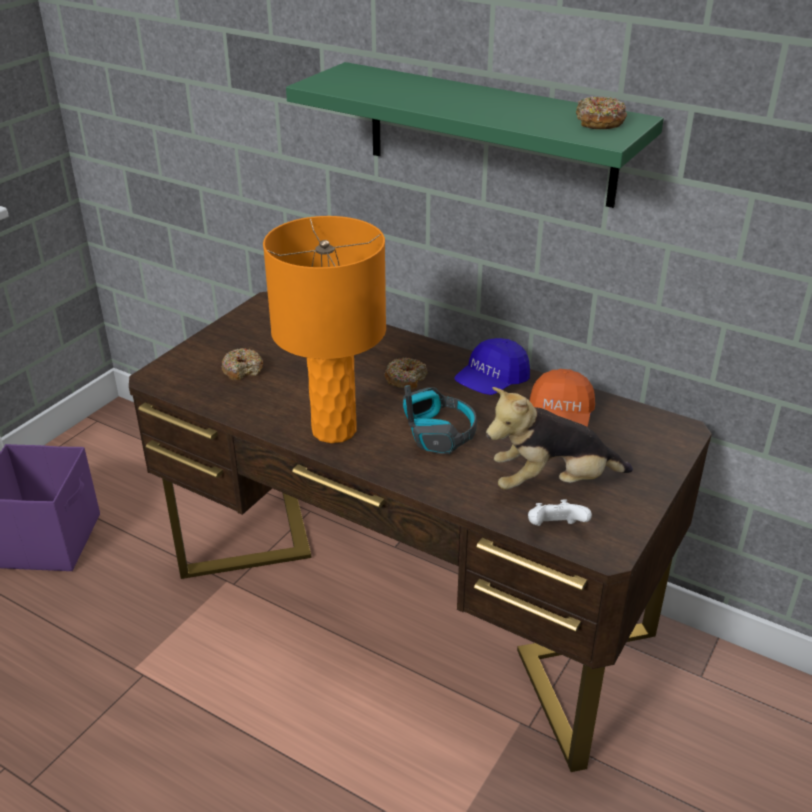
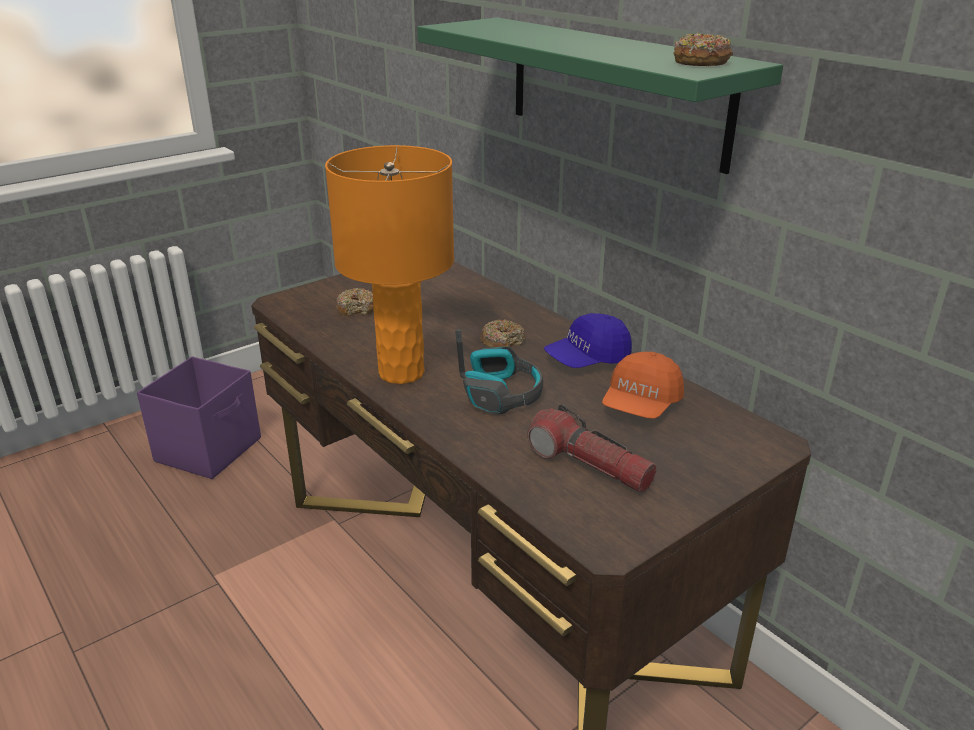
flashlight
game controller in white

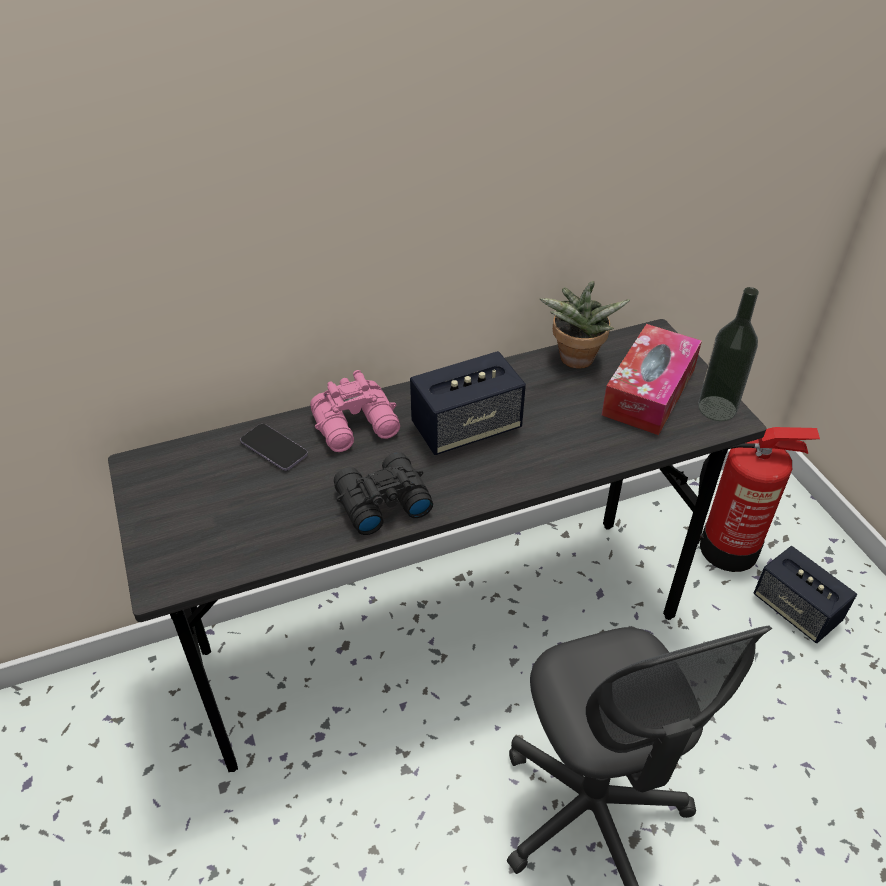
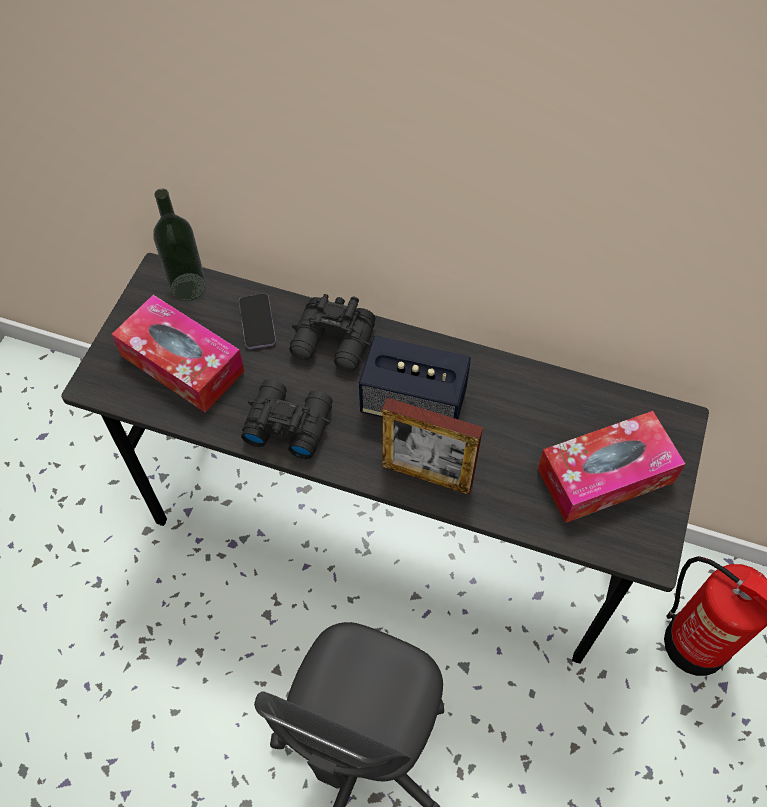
potted plant
bottle
binoculars in black (2nd from left)
speaker (2nd from left in the first image)
tissue box (1st from left)
picture frame

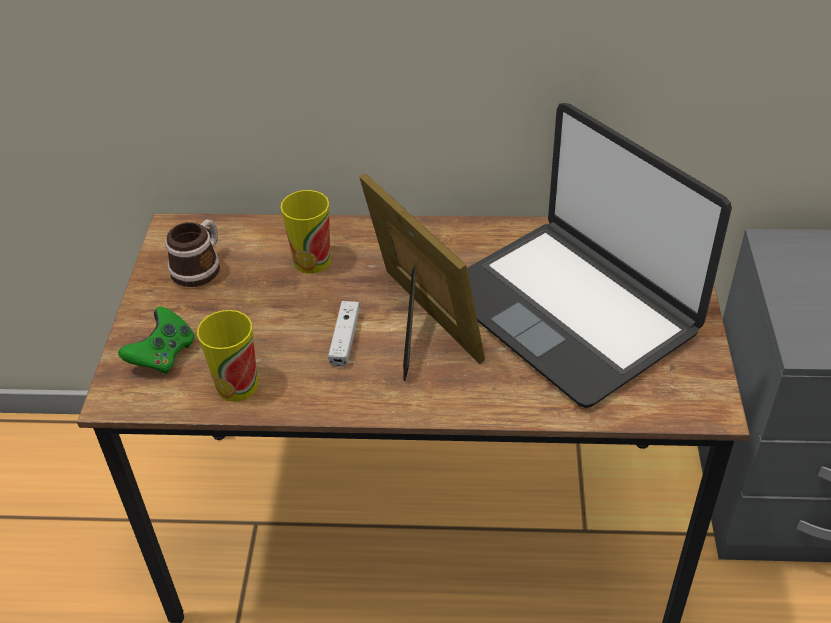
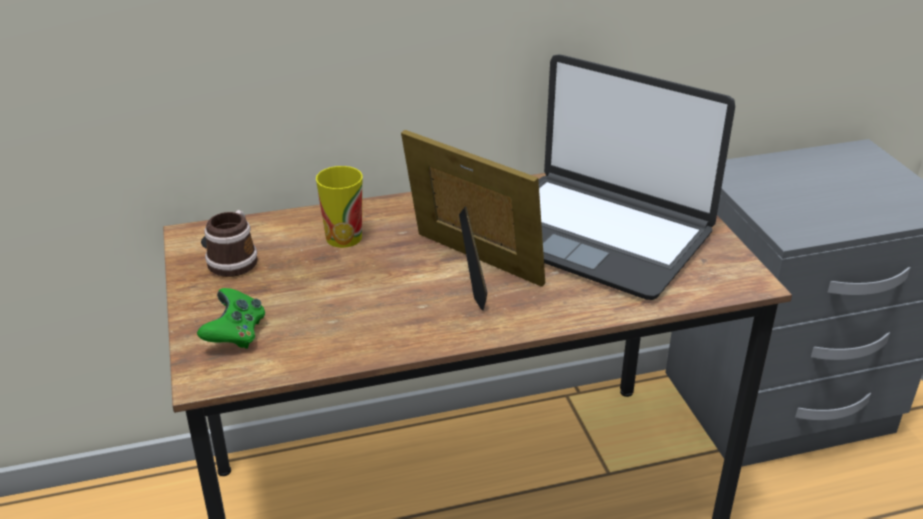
game controller in white
cup (1st from left in the first image)

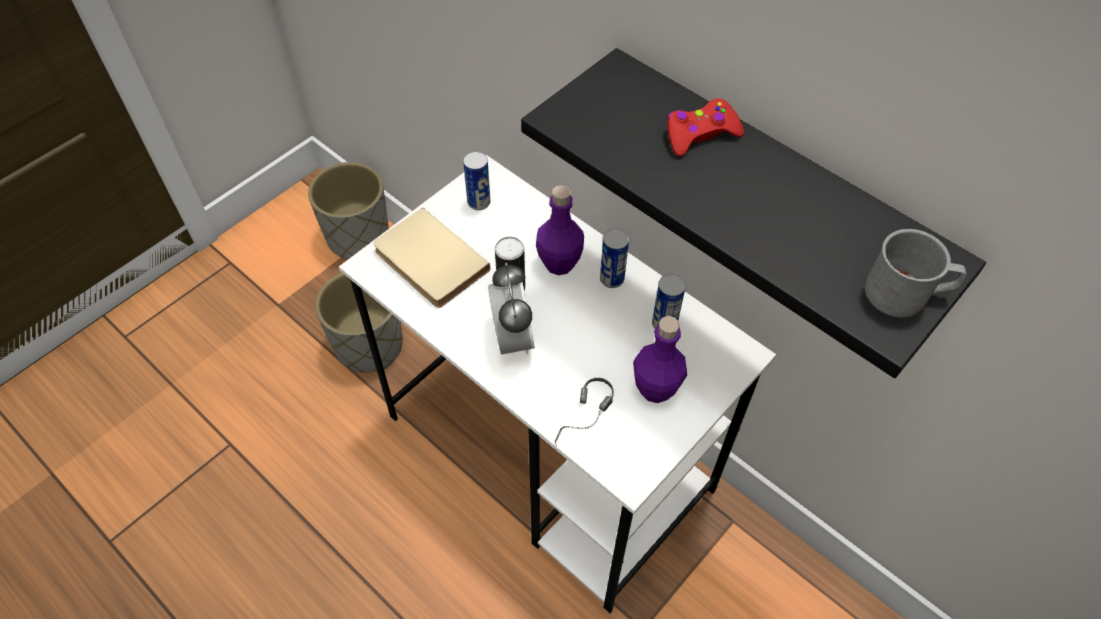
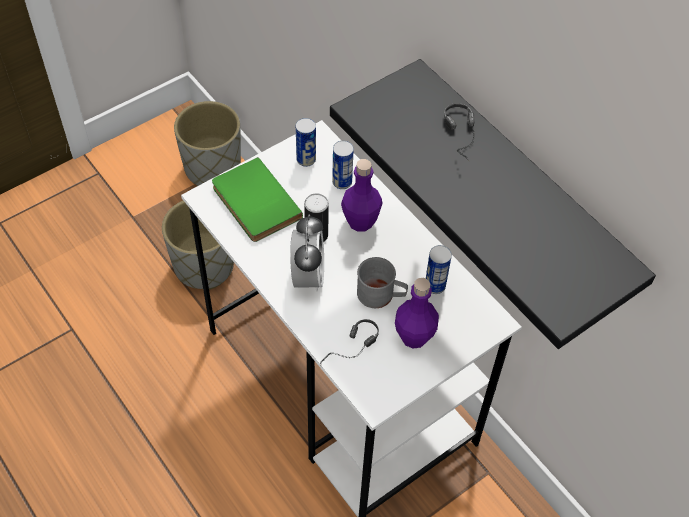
headphones (2nd from left)
book in green
can (3rd from left)
mug in grey

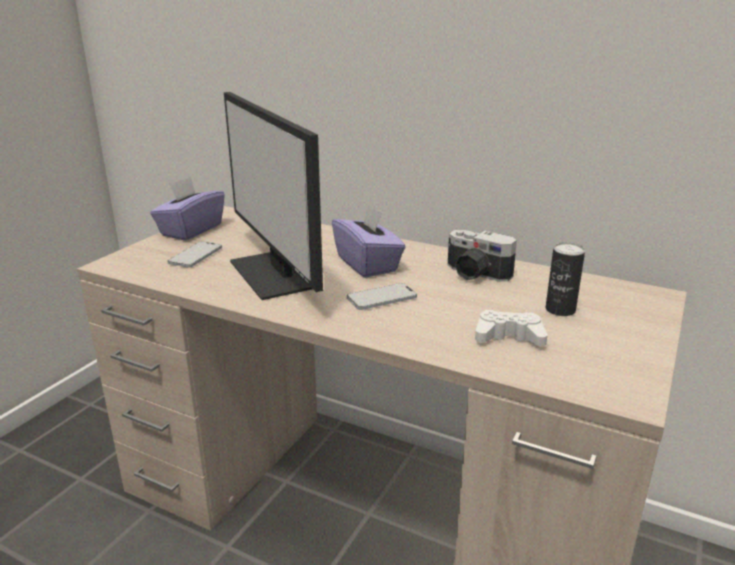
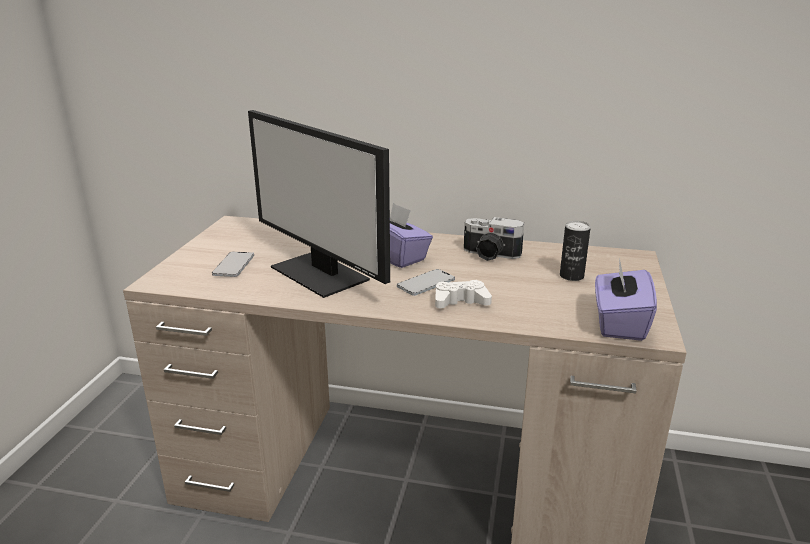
tissue box in purple (2nd from left)
game controller in white

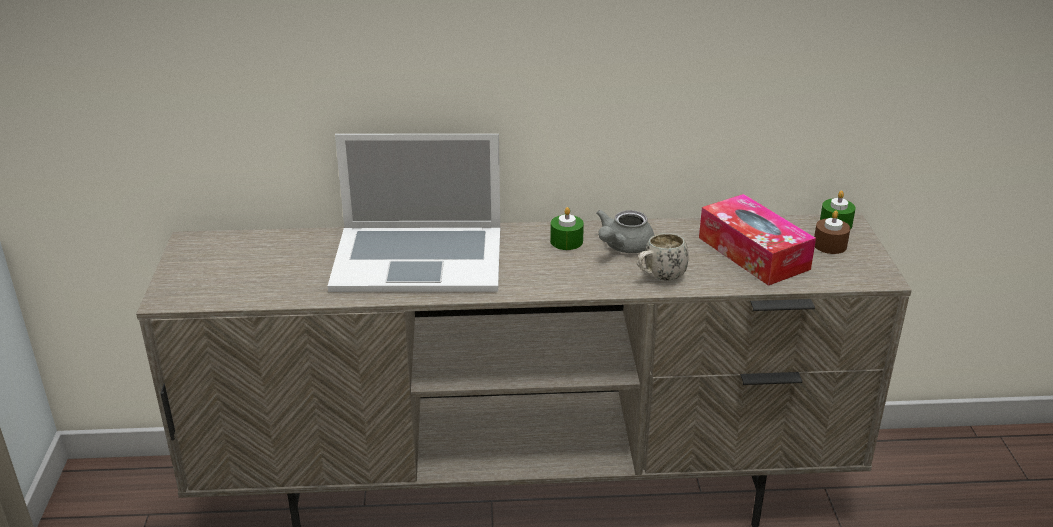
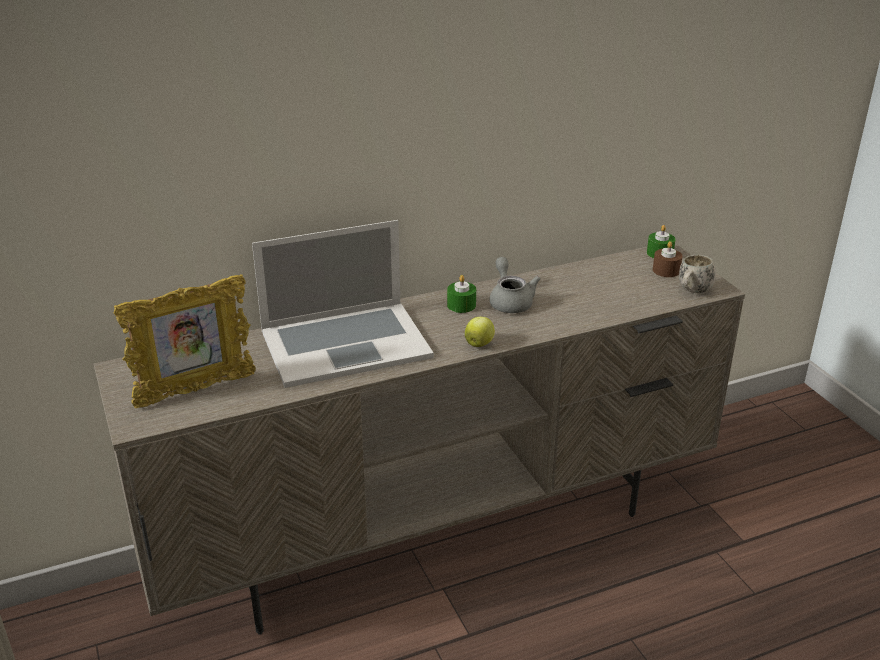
tissue box
teapot in grey
mug in white
picture frame
apple

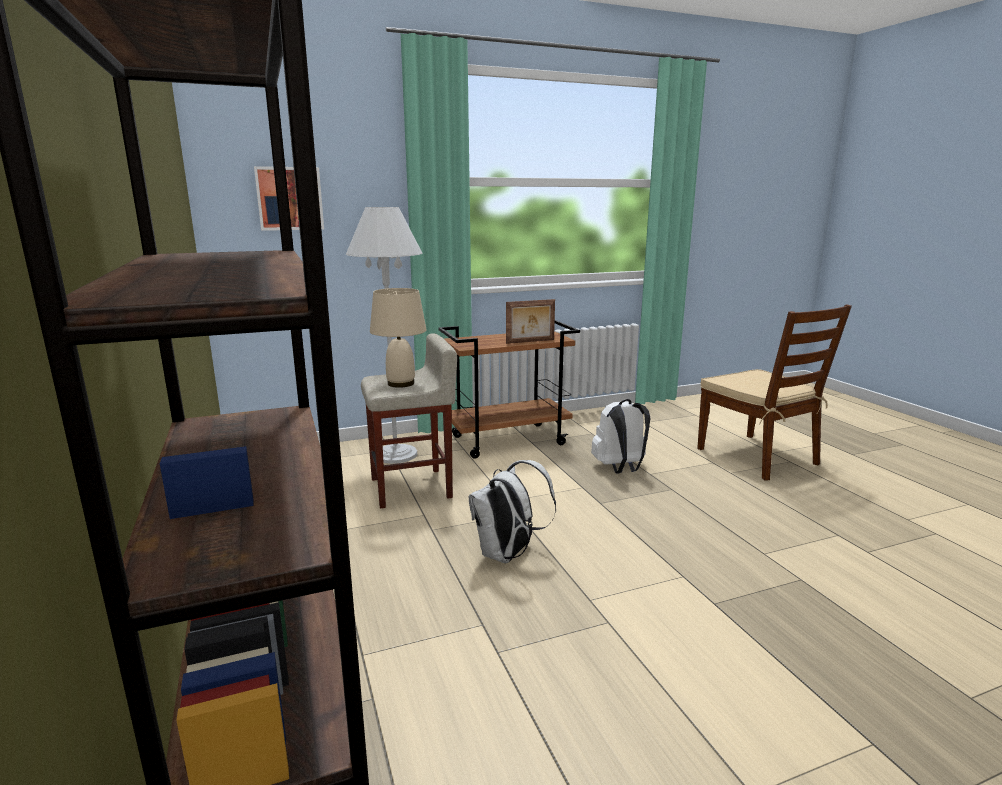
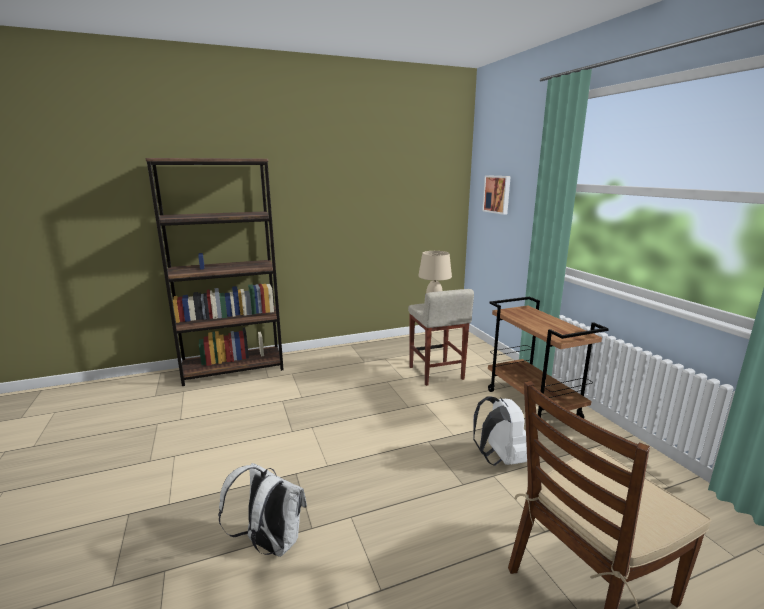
floor lamp in white
picture frame
backpack in white (1st from left)

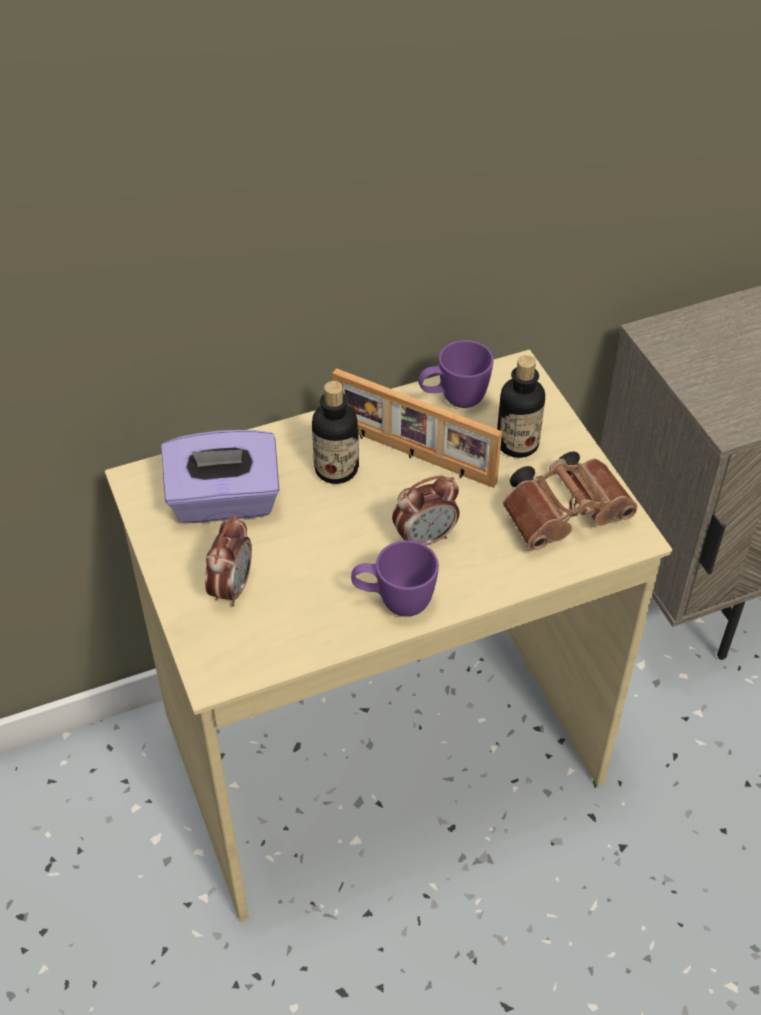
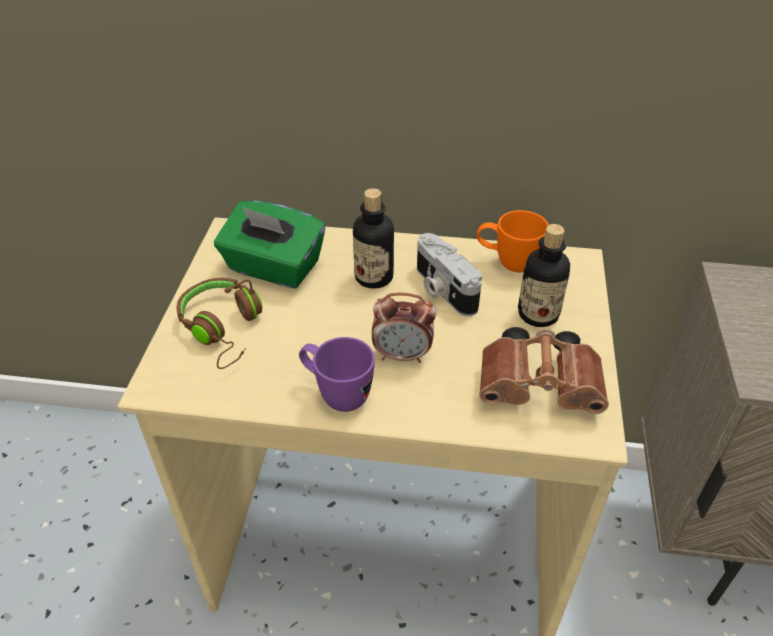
mug in orange
photo camera
tissue box in green
headphones in brown

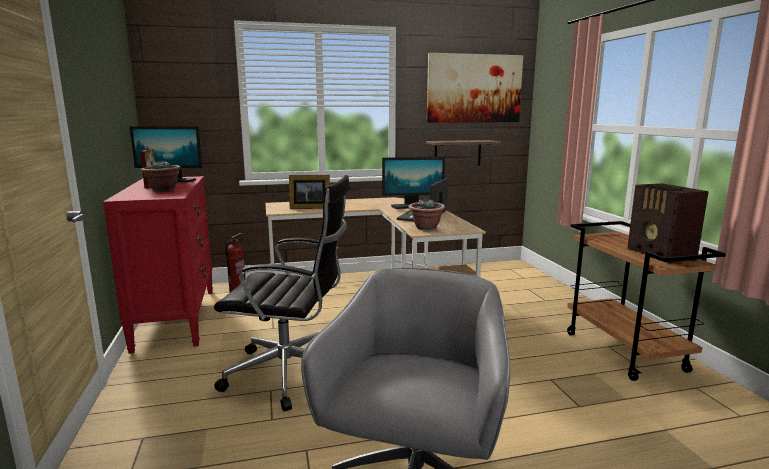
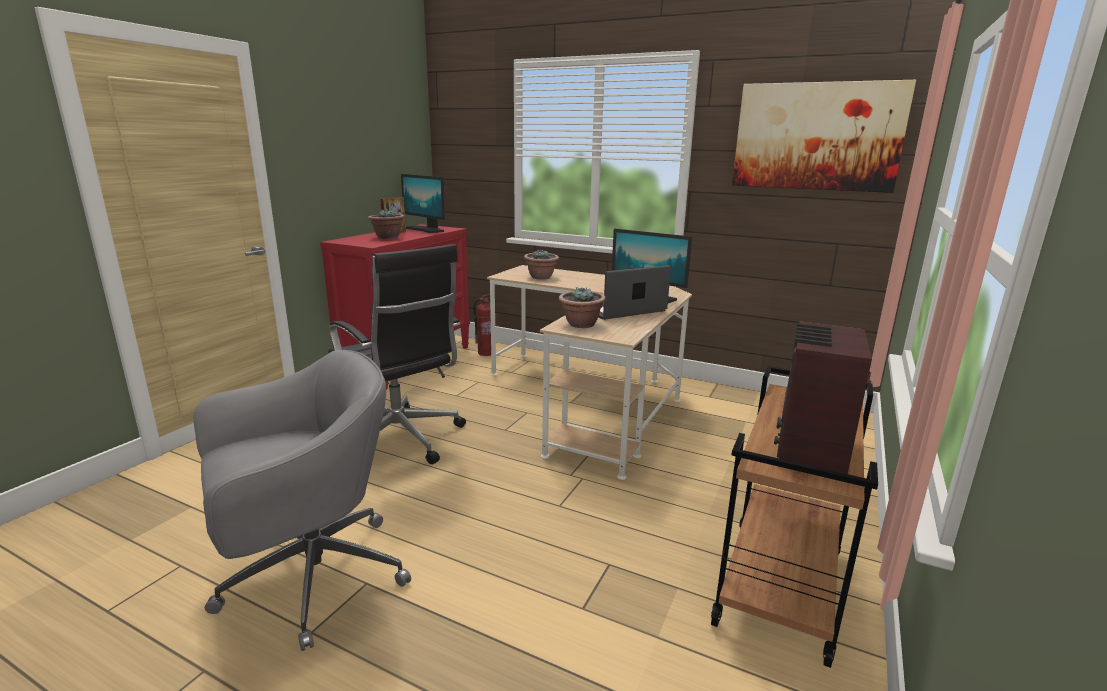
shelf
potted plant (2nd from left)

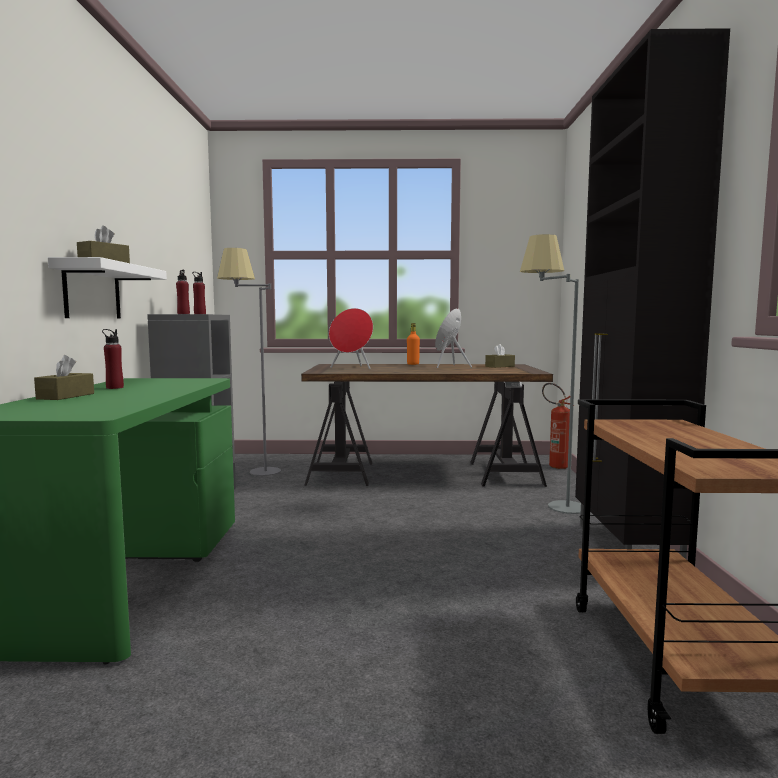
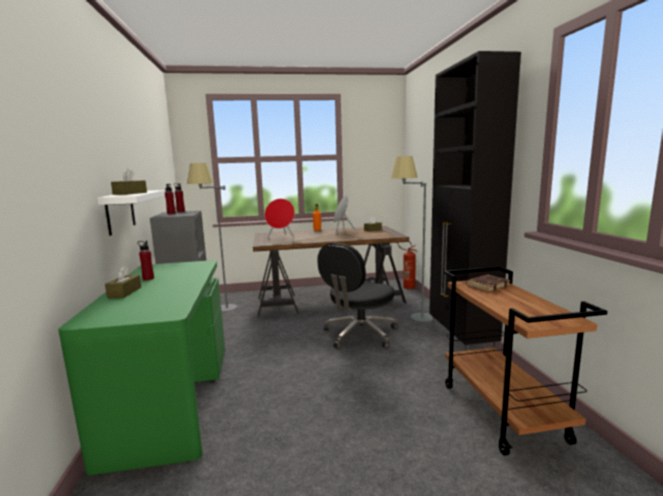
office chair in black
book in brown

